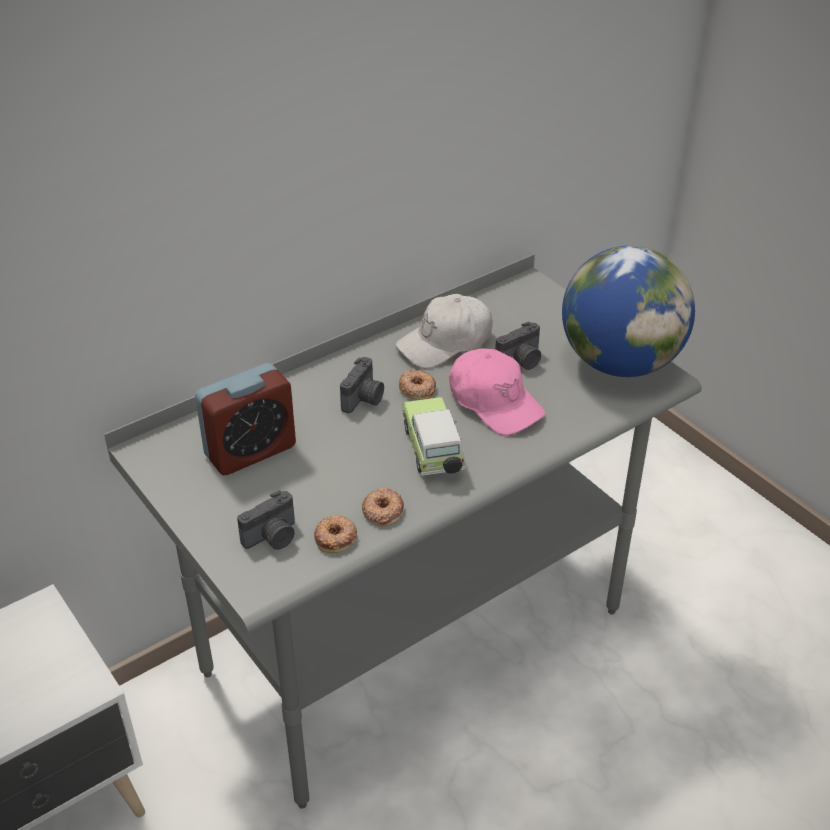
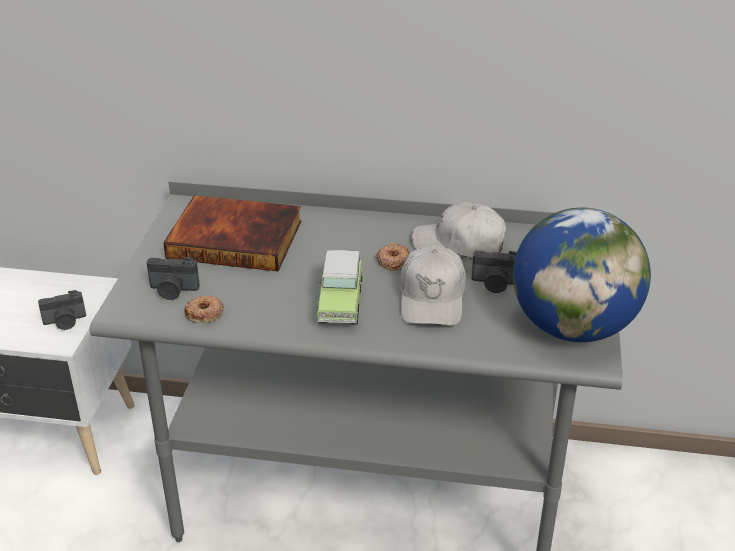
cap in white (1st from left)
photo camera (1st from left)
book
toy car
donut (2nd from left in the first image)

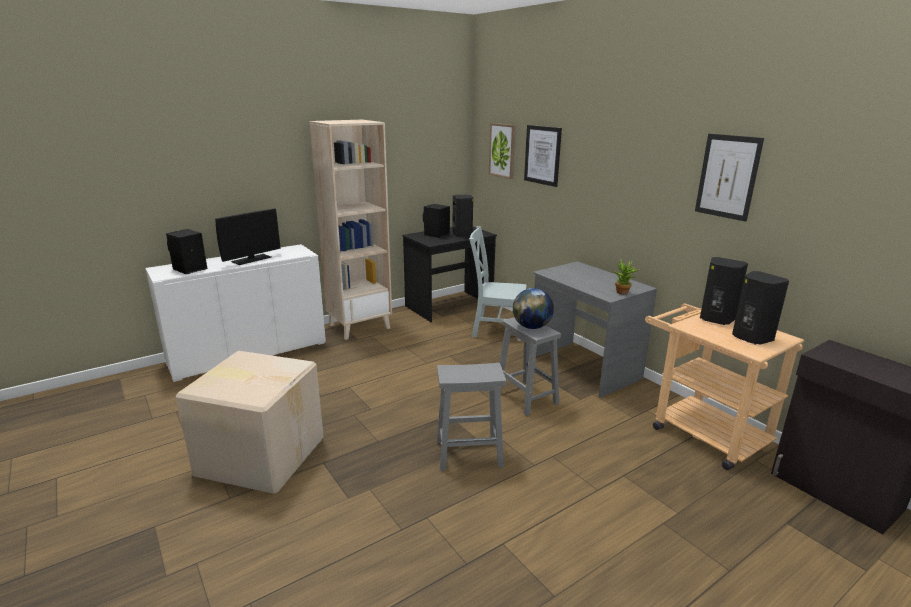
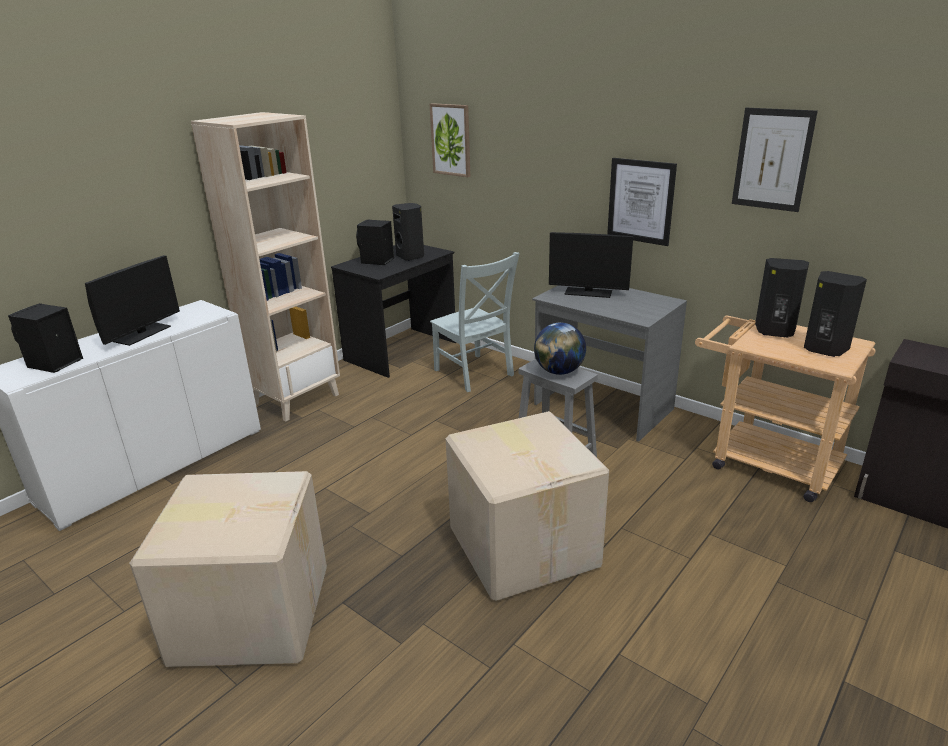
picture (2nd from left)
chair in grey
potted plant
cardboard box (2nd from left)
monitor (2nd from left)

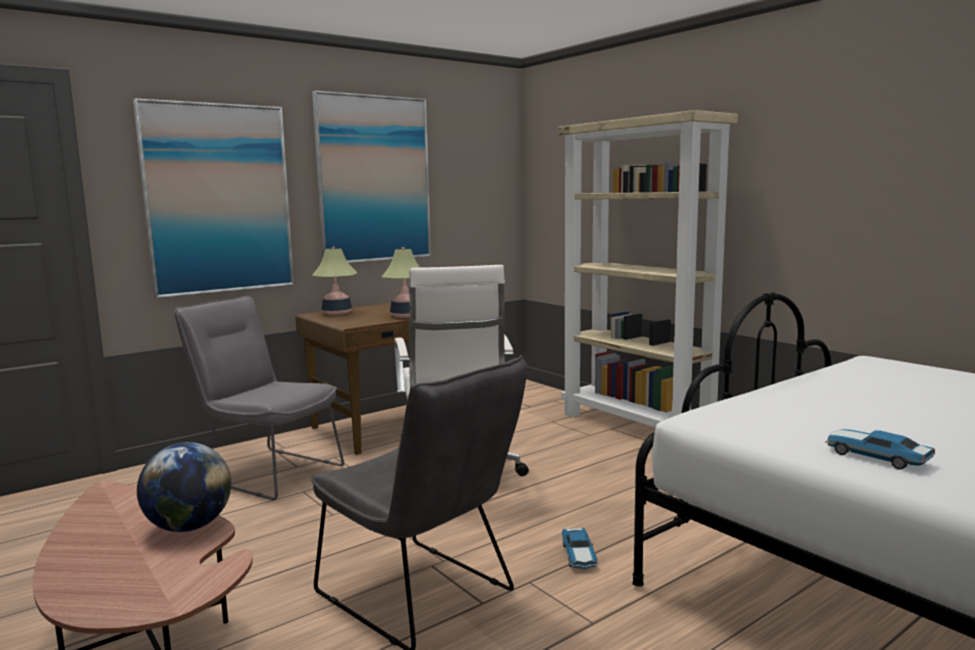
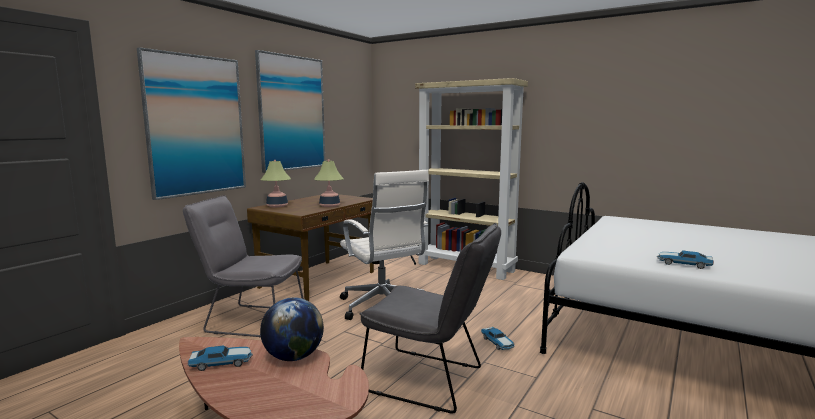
toy car (1st from left)

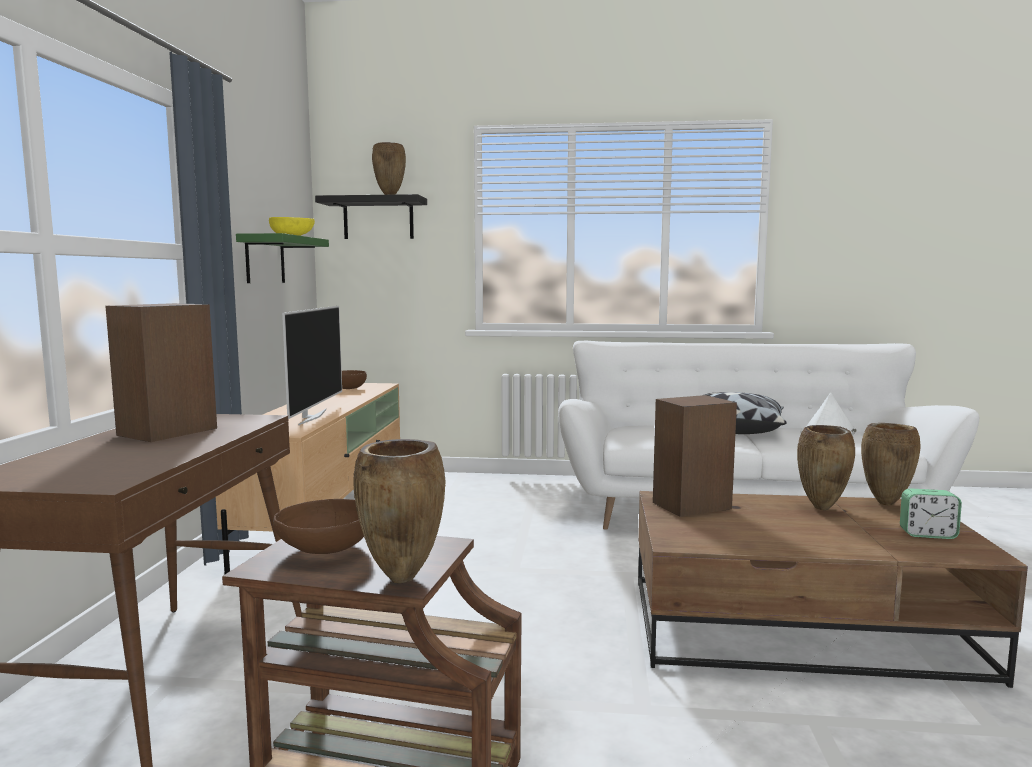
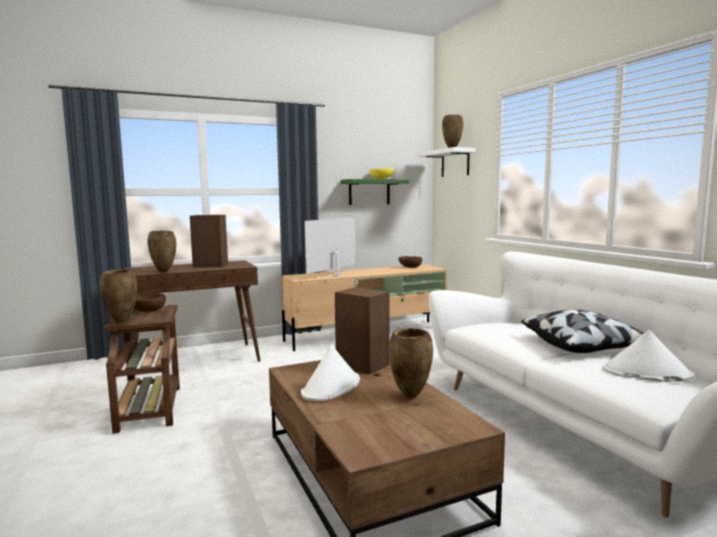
shelf in white
television
vase in brown (2nd from left)
alarm clock
hat in white (1st from left)

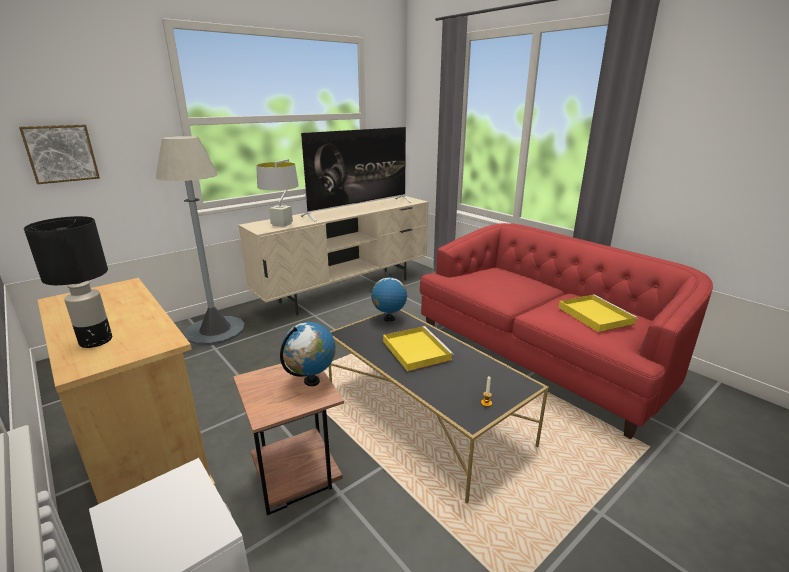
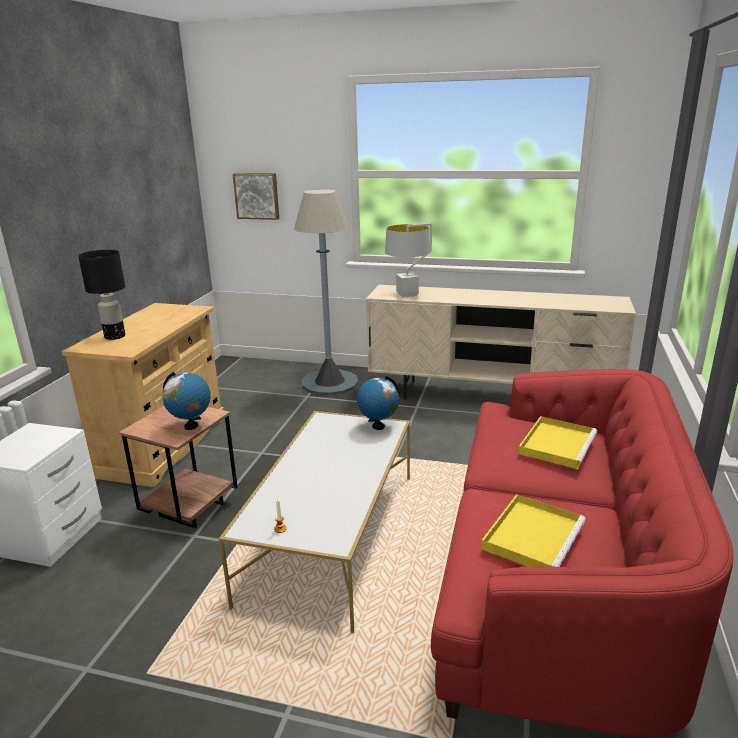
television
coffee table in white
tray in yellow (2nd from left)

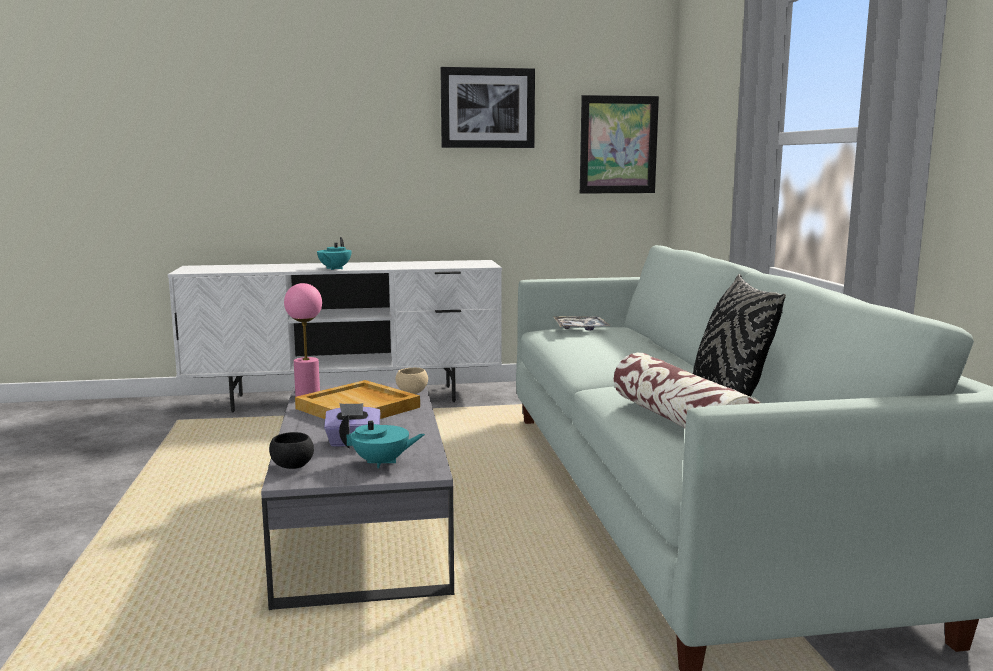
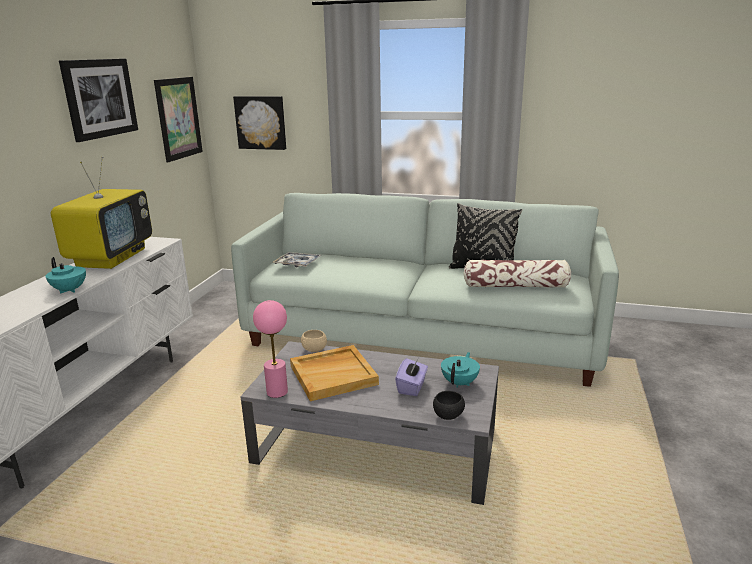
picture (3rd from left)
television

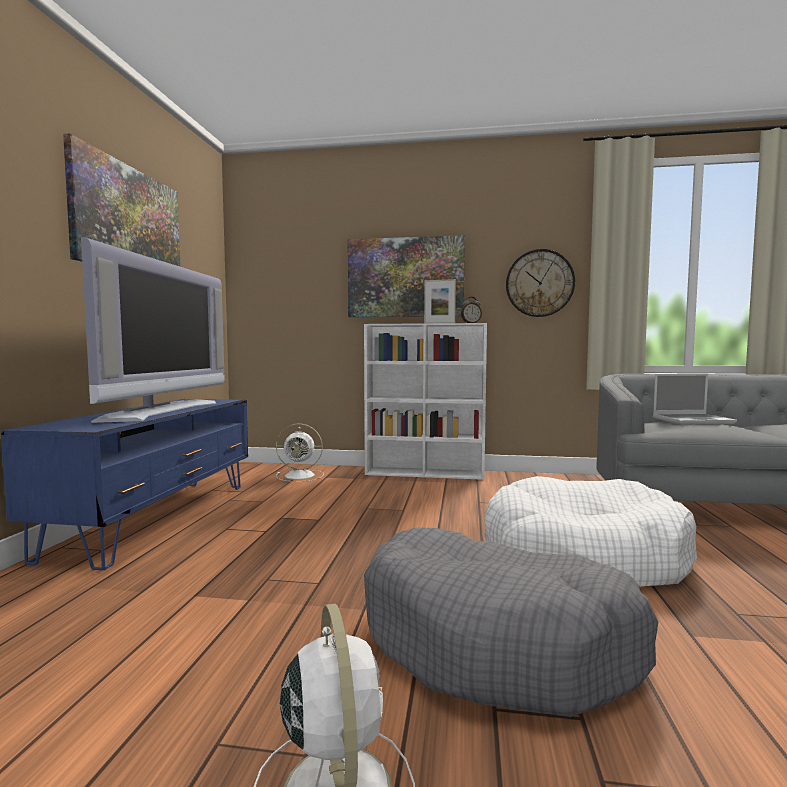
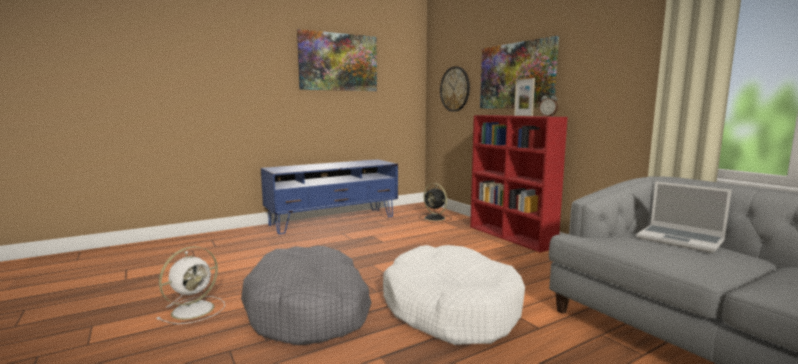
television
wall clock
bookcase in red
fan in black

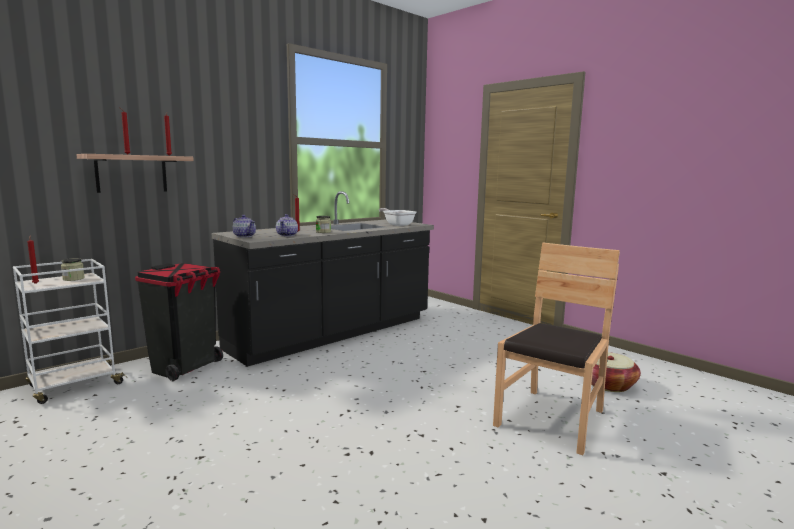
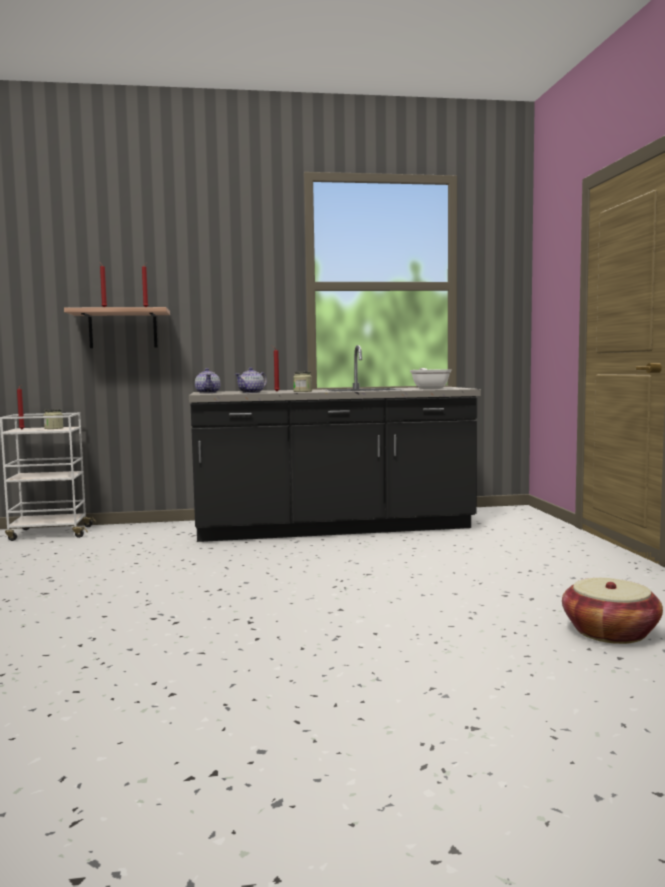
chair in brown
trash can in black

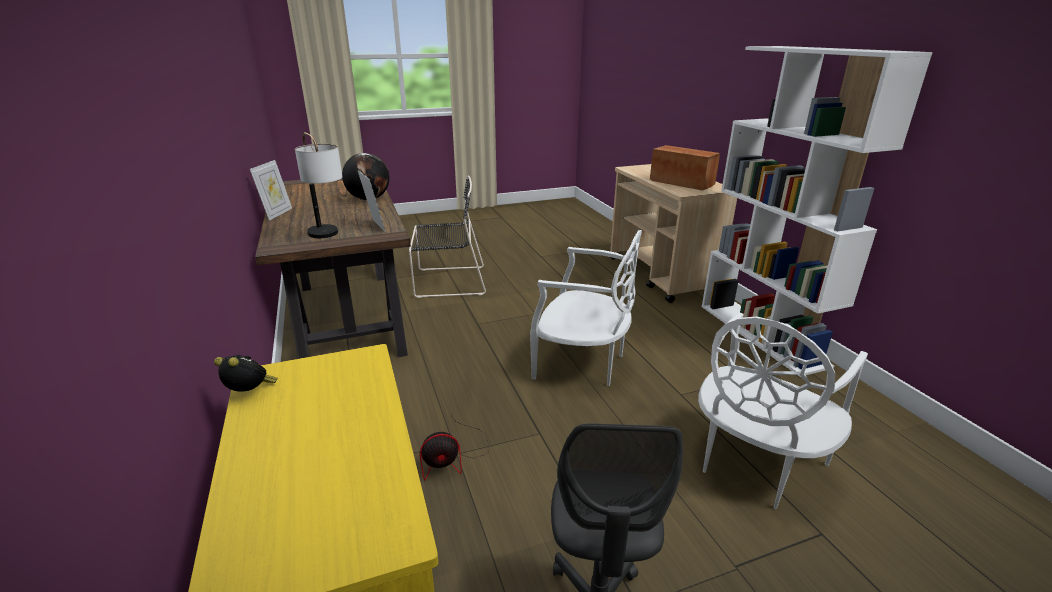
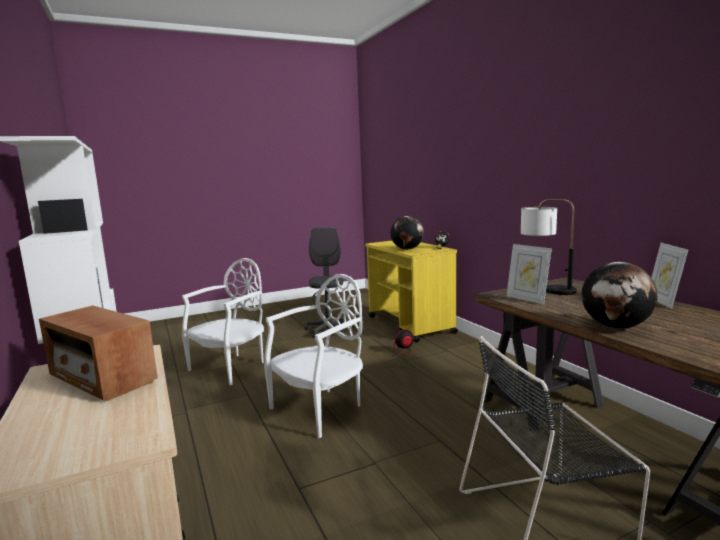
chair in white (2nd from left)
globe (1st from left)

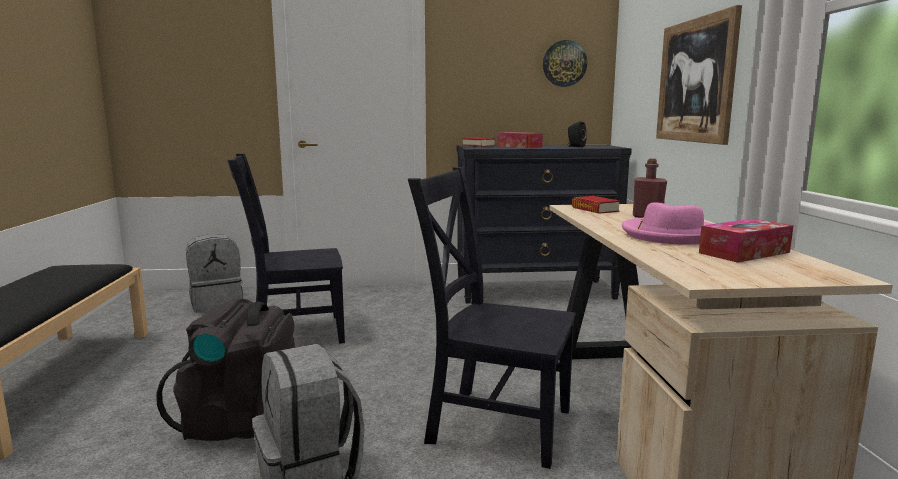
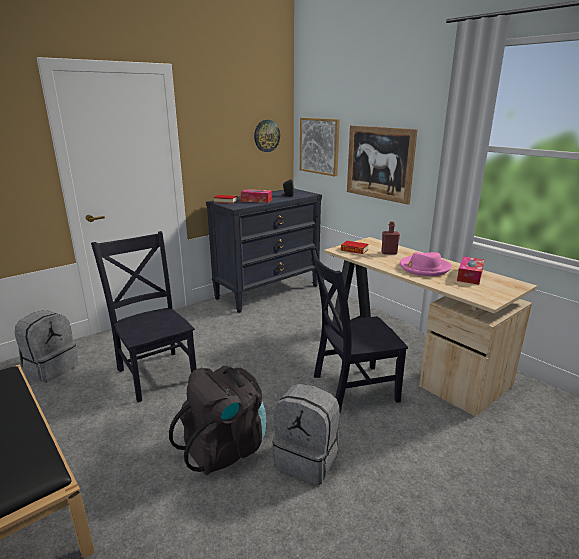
chair in black (1st from left)
picture (1st from left)

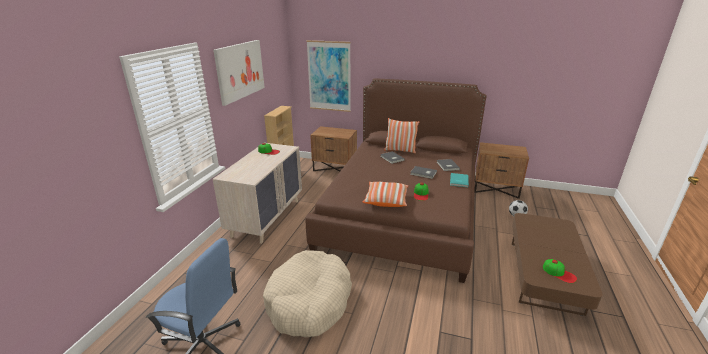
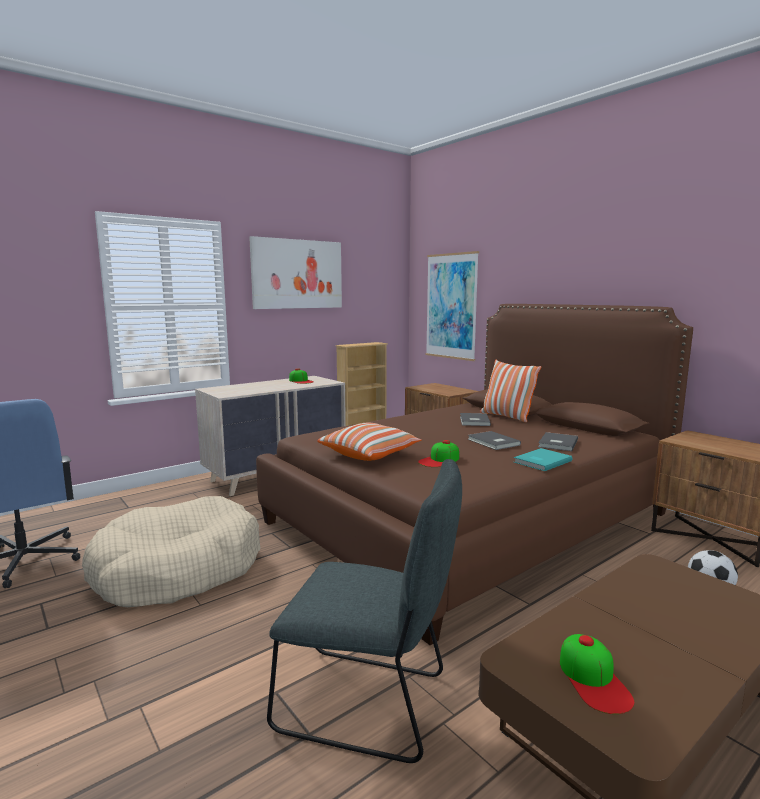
chair in grey

